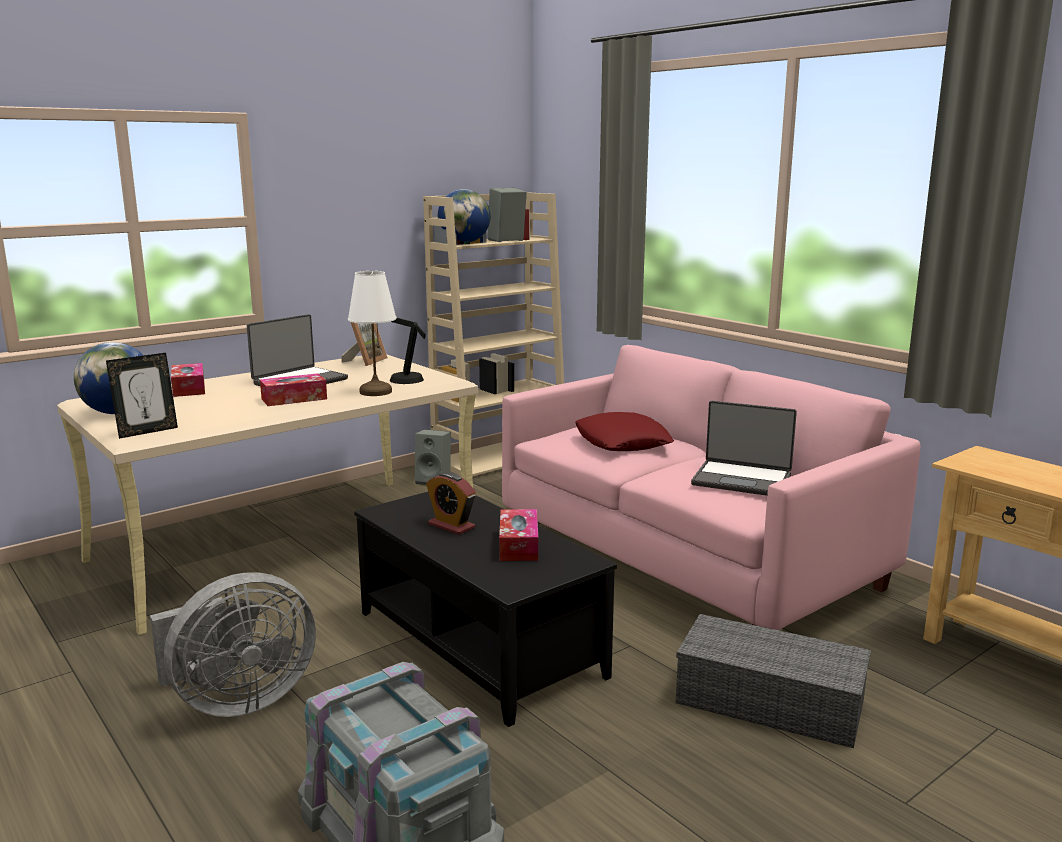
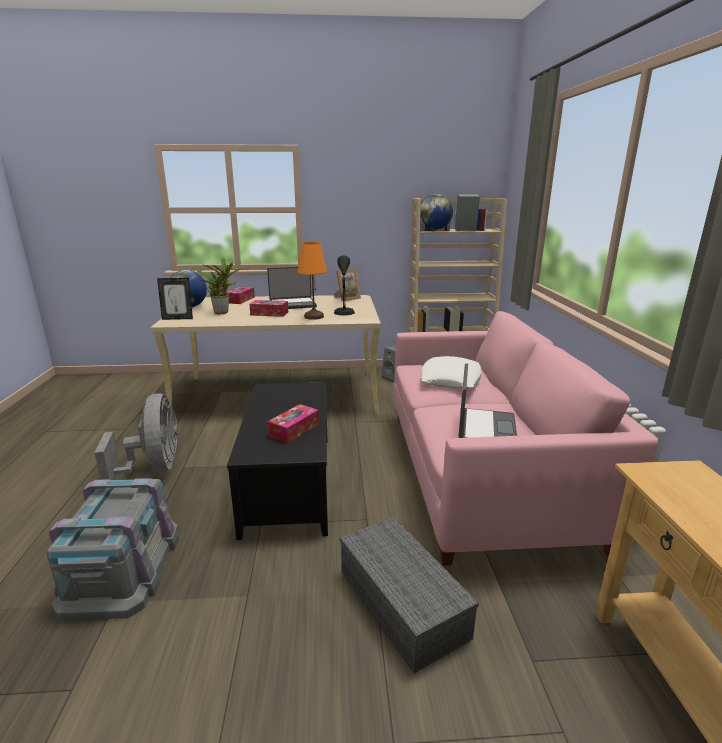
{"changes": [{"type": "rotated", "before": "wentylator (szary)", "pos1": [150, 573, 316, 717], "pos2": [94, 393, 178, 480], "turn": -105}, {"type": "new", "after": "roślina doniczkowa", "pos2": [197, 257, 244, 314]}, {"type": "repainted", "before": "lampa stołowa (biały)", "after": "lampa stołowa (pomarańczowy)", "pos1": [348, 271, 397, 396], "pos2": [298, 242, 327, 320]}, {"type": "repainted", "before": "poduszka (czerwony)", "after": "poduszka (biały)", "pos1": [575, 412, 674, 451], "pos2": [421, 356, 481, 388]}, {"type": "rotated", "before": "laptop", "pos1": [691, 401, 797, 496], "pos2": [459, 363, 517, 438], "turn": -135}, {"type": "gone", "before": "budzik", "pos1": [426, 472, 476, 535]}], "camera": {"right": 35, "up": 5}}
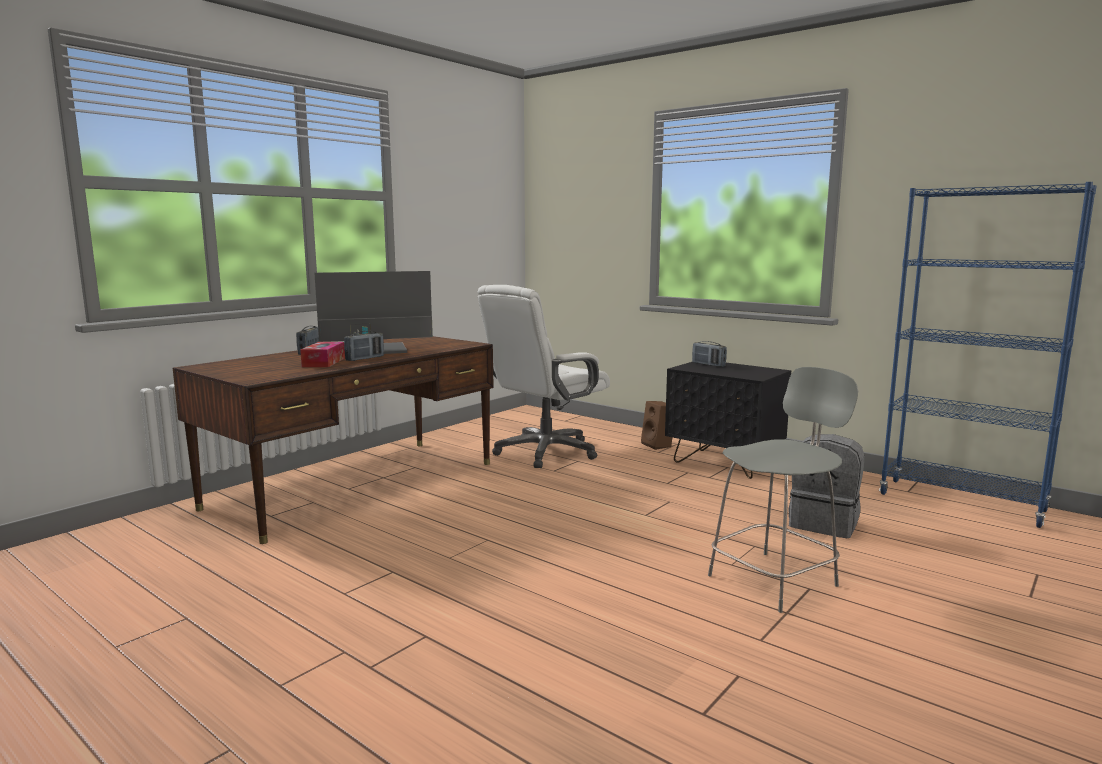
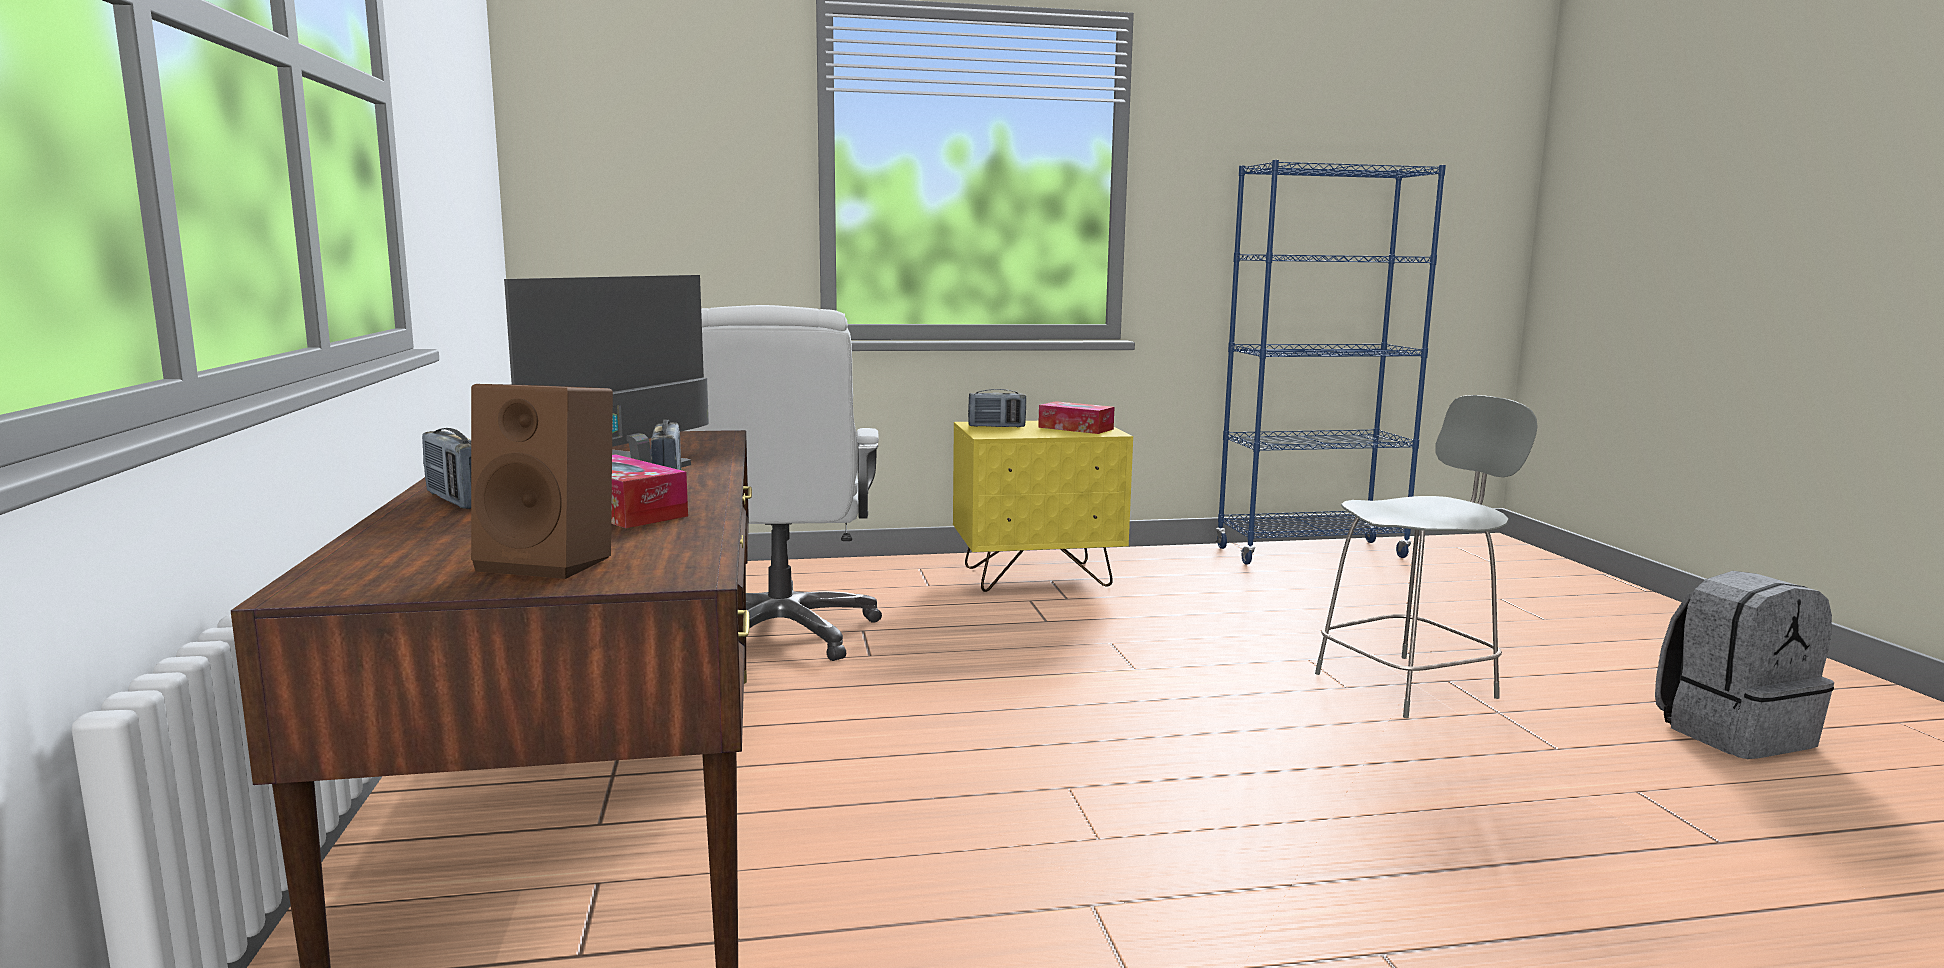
{"changes": [{"type": "shifted", "before": "głośnik (brązowy)", "pos1": [641, 401, 673, 450], "pos2": [471, 384, 613, 579]}, {"type": "repainted", "before": "szafka nocna (czarny)", "after": "szafka nocna (żółty)", "pos1": [665, 362, 791, 479], "pos2": [953, 421, 1133, 592]}, {"type": "new", "after": "pudełko chusteczek", "pos2": [1038, 401, 1114, 434]}, {"type": "rotated", "before": "krzesło (szary)", "pos1": [708, 367, 858, 613], "pos2": [1315, 395, 1538, 718], "turn": 60}, {"type": "shifted", "before": "plecak (szary)", "pos1": [788, 434, 864, 538], "pos2": [1655, 571, 1834, 759]}], "camera": {"right": -50, "up": 0}}
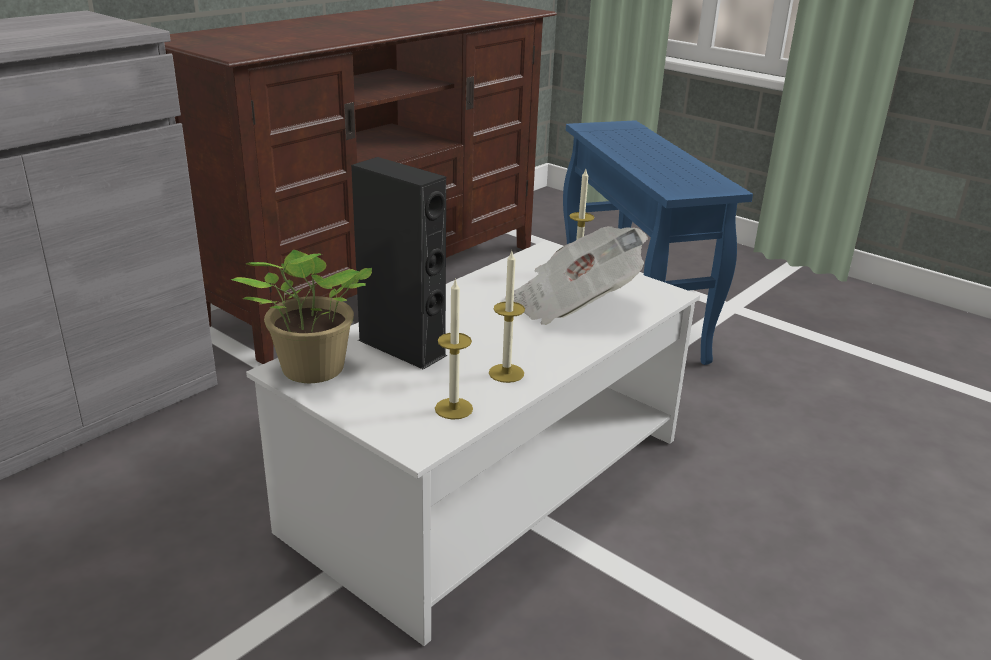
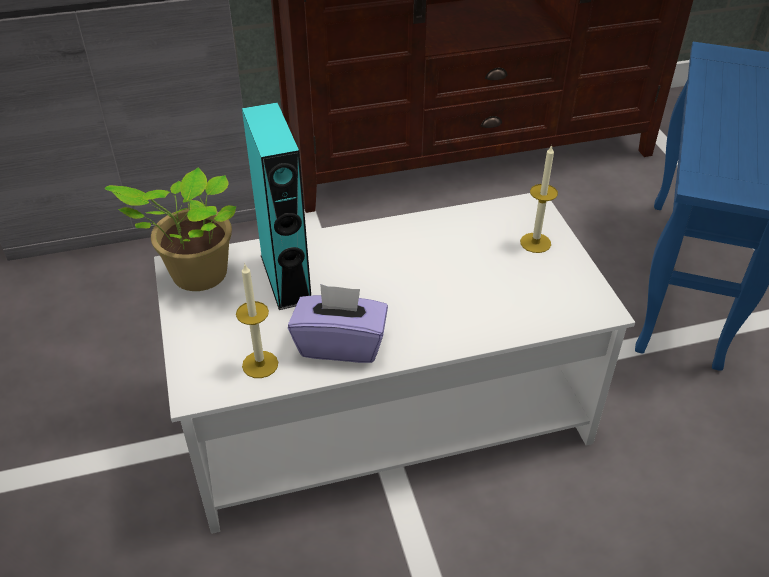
{"changes": [{"type": "repainted", "before": "głośnik (czarny)", "after": "głośnik (turkusowy)", "pos1": [351, 157, 447, 370], "pos2": [242, 103, 311, 310]}, {"type": "swapped", "before": "świeca", "after": "pudełko chusteczek (fioletowy)", "pos1": [489, 251, 525, 383], "pos2": [288, 284, 388, 363]}, {"type": "gone", "before": "gazeta", "pos1": [504, 226, 648, 325]}], "camera": {"right": 35, "up": 15}}
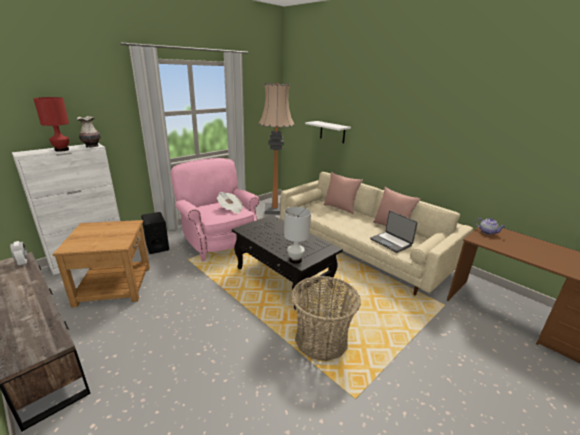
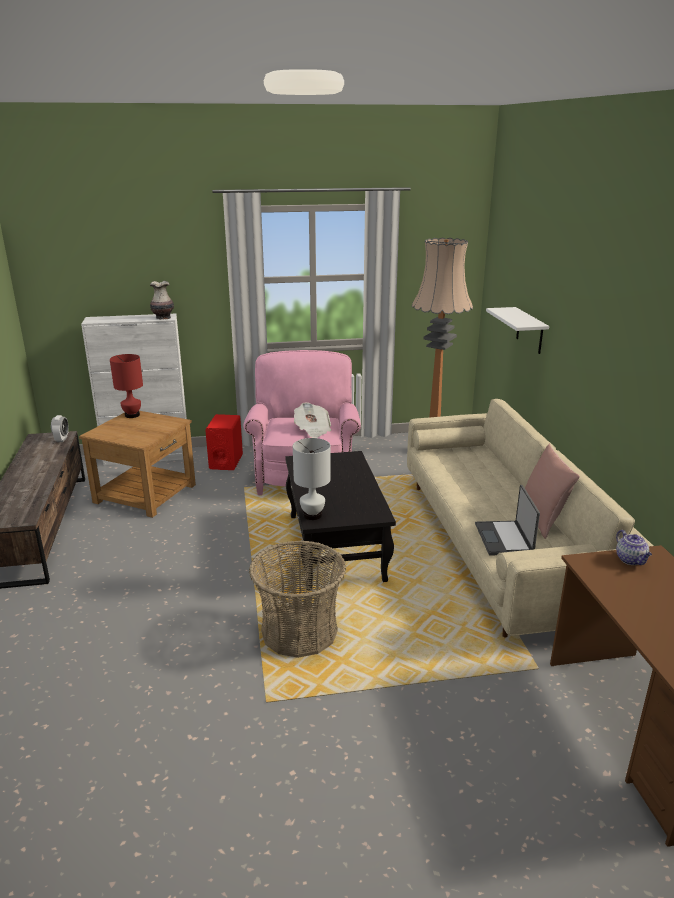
{"changes": [{"type": "shifted", "before": "lampa stołowa (czerwony)", "pos1": [33, 97, 69, 152], "pos2": [110, 354, 143, 418]}, {"type": "repainted", "before": "głośnik (czarny)", "after": "głośnik (czerwony)", "pos1": [141, 212, 169, 254], "pos2": [205, 414, 243, 470]}, {"type": "gone", "before": "poduszka (różowy)", "pos1": [323, 172, 363, 214]}], "camera": {"right": 35, "up": 0}}
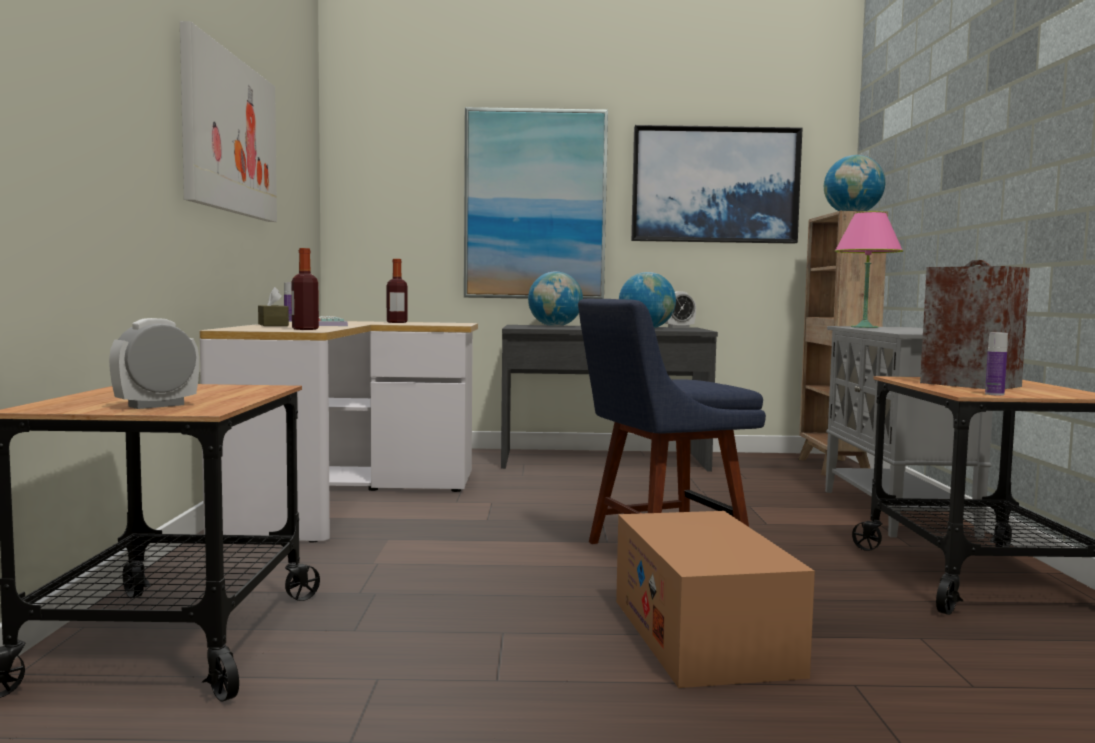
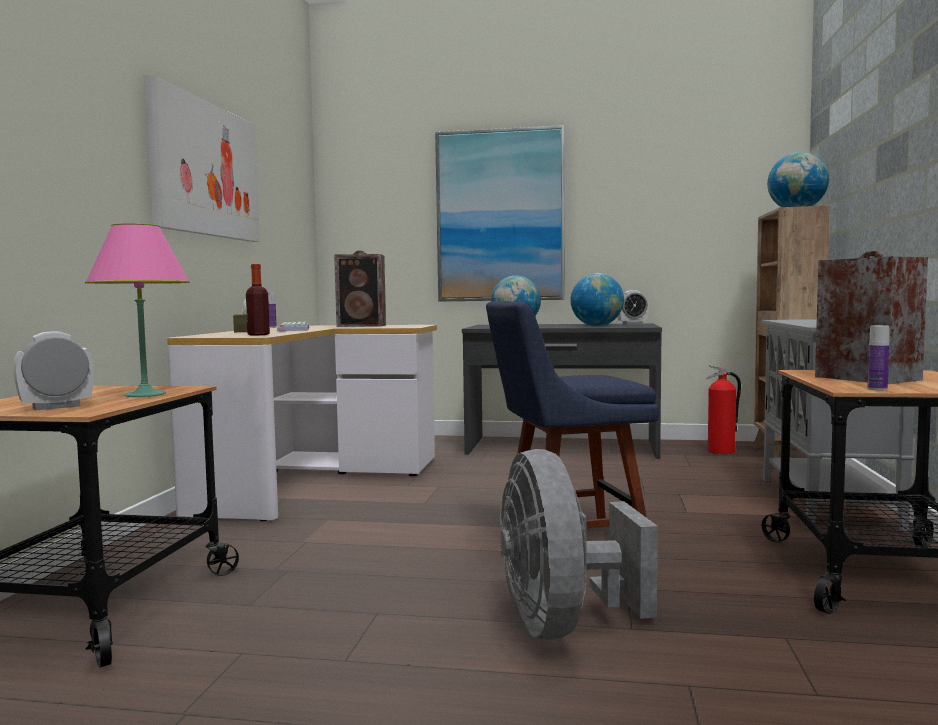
{"changes": [{"type": "shifted", "before": "lampa stołowa (różowy)", "pos1": [834, 211, 903, 328], "pos2": [85, 223, 190, 397]}, {"type": "swapped", "before": "butelka", "after": "głośnik", "pos1": [387, 259, 407, 323], "pos2": [334, 251, 386, 327]}, {"type": "swapped", "before": "karton", "after": "wentylator (szary)", "pos1": [616, 511, 815, 688], "pos2": [500, 449, 658, 640]}, {"type": "new", "after": "gaśnica", "pos2": [706, 365, 741, 454]}, {"type": "gone", "before": "obraz", "pos1": [631, 125, 803, 244]}], "camera": {"right": 10, "up": 0}}
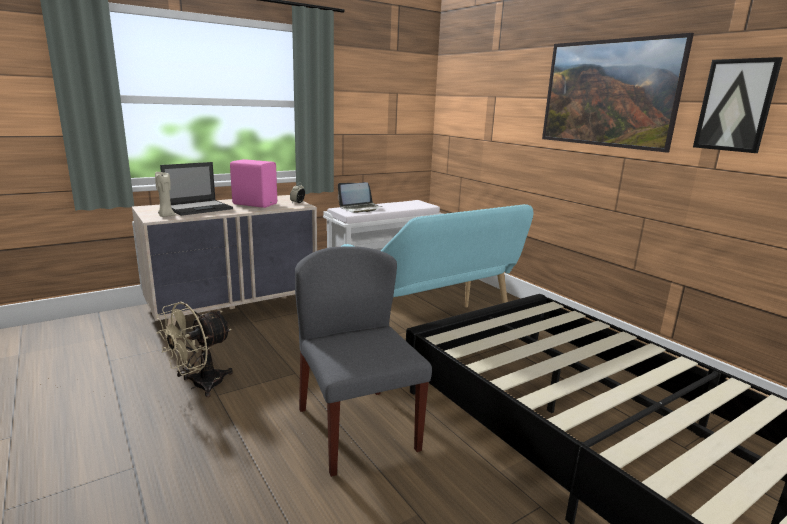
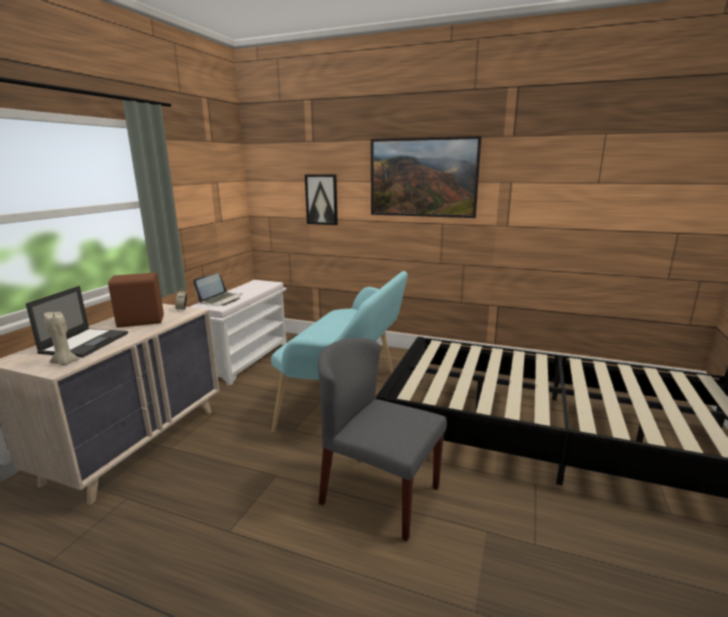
{"changes": [{"type": "repainted", "before": "głośnik (różowy)", "after": "głośnik (brązowy)", "pos1": [230, 159, 277, 208], "pos2": [108, 272, 164, 328]}, {"type": "shifted", "before": "obraz", "pos1": [693, 57, 783, 153], "pos2": [305, 174, 338, 225]}, {"type": "gone", "before": "wentylator (beżowy)", "pos1": [156, 302, 233, 397]}], "camera": {"right": -35, "up": 0}}
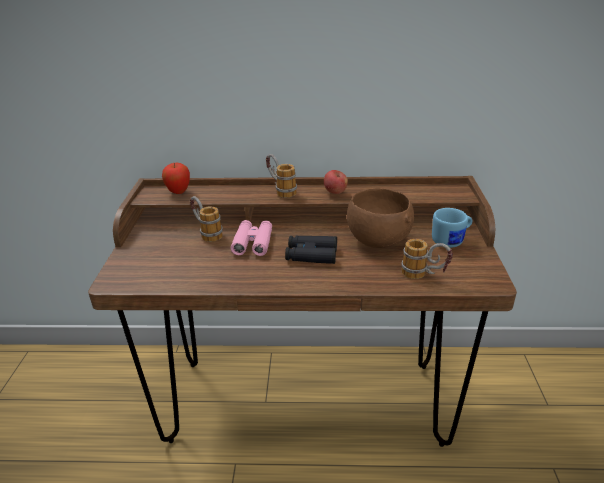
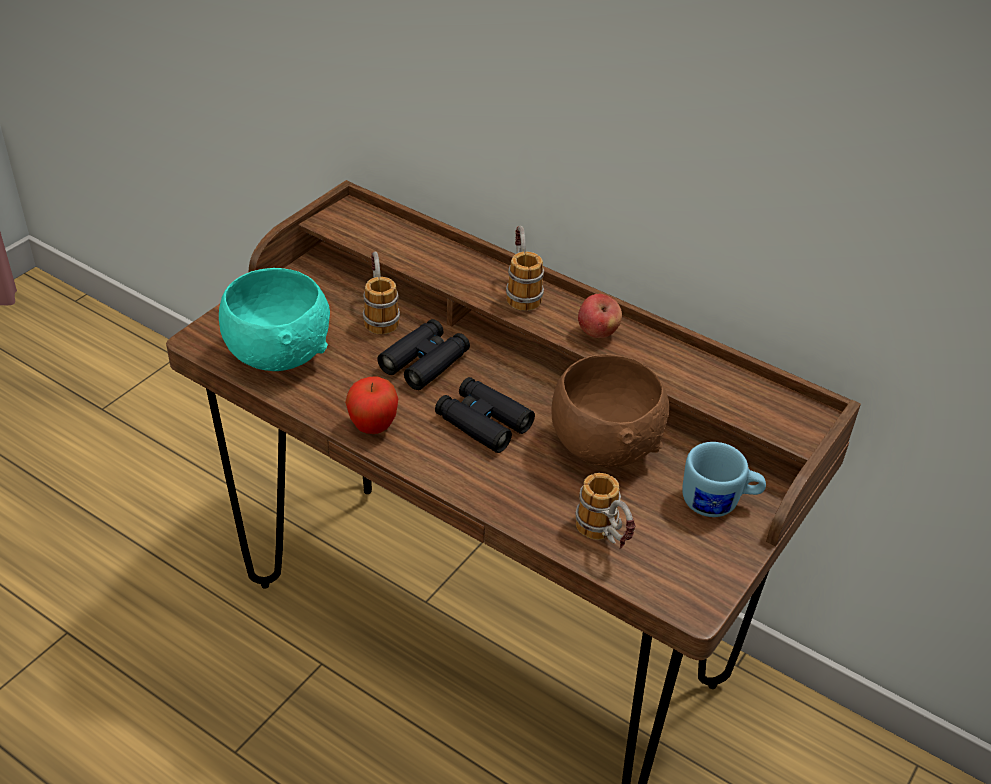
{"changes": [{"type": "new", "after": "miska (turkusowy)", "pos2": [219, 268, 330, 371]}, {"type": "shifted", "before": "jabłko", "pos1": [162, 163, 190, 194], "pos2": [345, 376, 398, 434]}, {"type": "repainted", "before": "lornetka (różowy)", "after": "lornetka (czarny)", "pos1": [231, 220, 272, 256], "pos2": [377, 319, 470, 390]}], "camera": {"right": 30, "up": 10}}
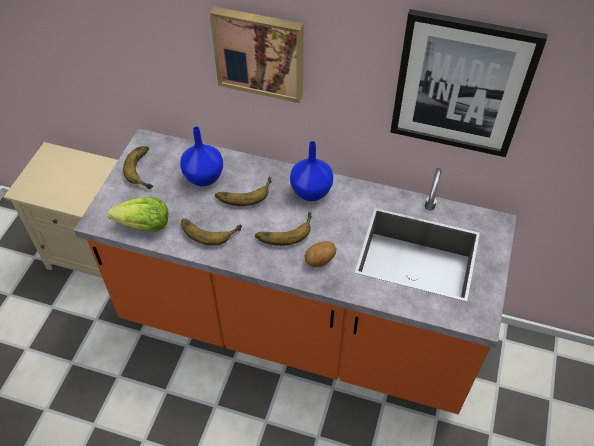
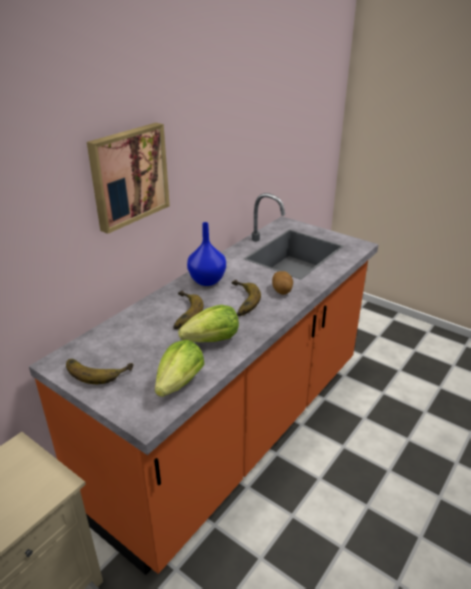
{"changes": [{"type": "swapped", "before": "banan", "after": "sałata", "pos1": [181, 218, 242, 245], "pos2": [178, 305, 239, 342]}, {"type": "gone", "before": "wazon (niebieski)", "pos1": [180, 127, 223, 186]}, {"type": "gone", "before": "obraz", "pos1": [390, 9, 548, 157]}], "camera": {"right": -70, "up": -20}}
